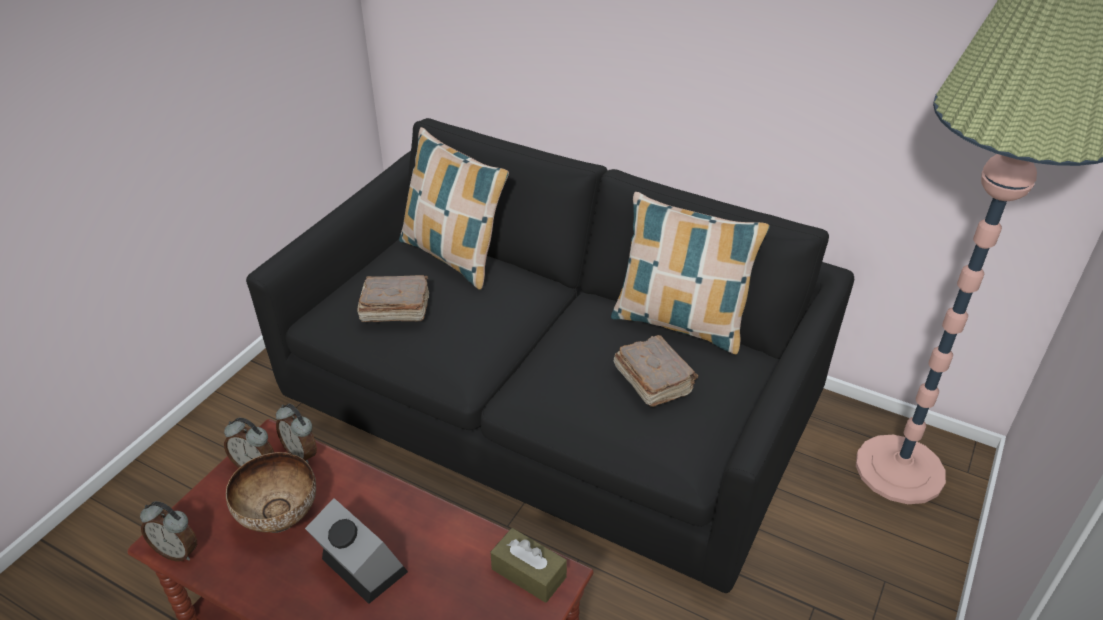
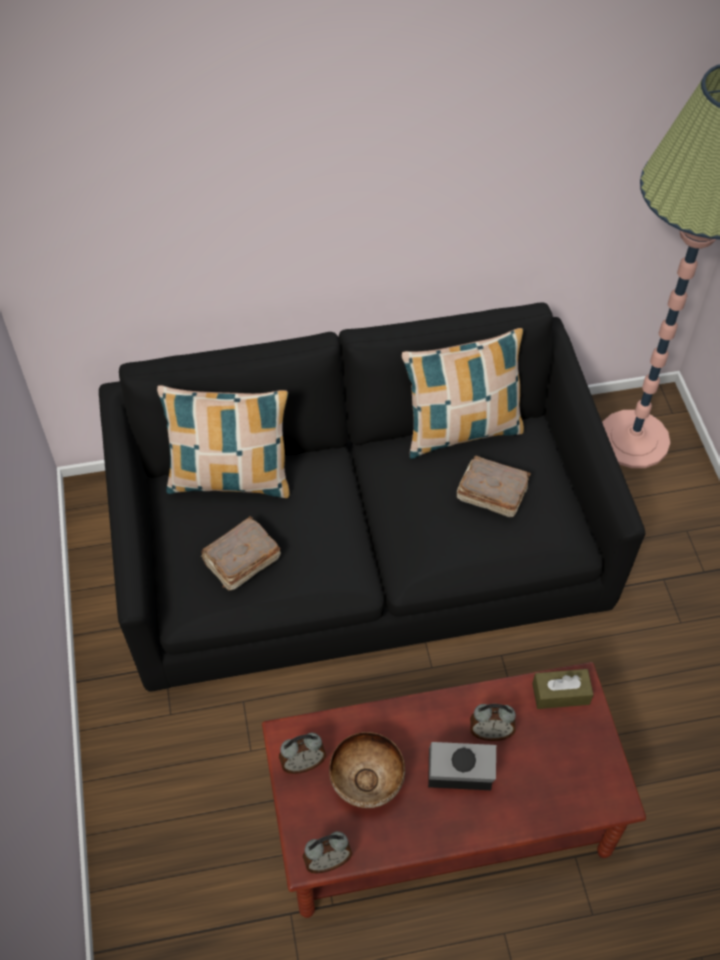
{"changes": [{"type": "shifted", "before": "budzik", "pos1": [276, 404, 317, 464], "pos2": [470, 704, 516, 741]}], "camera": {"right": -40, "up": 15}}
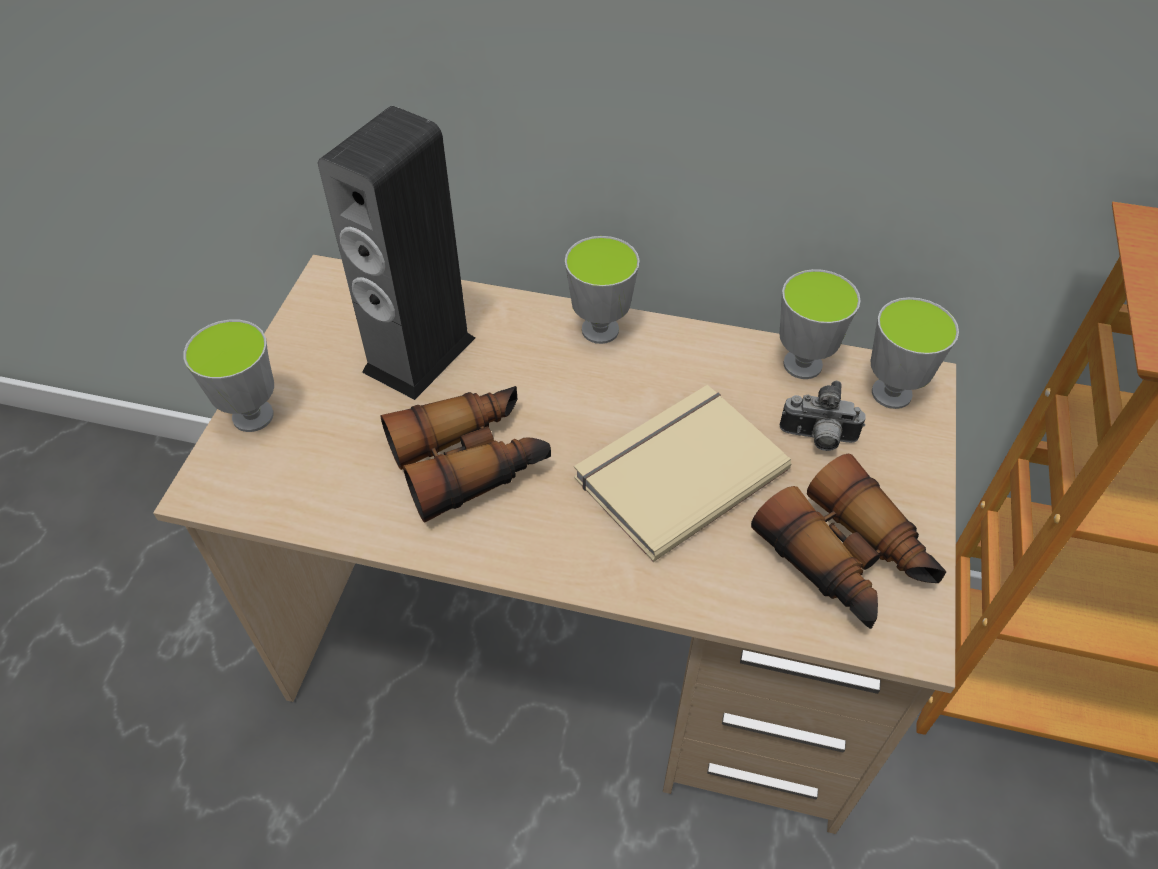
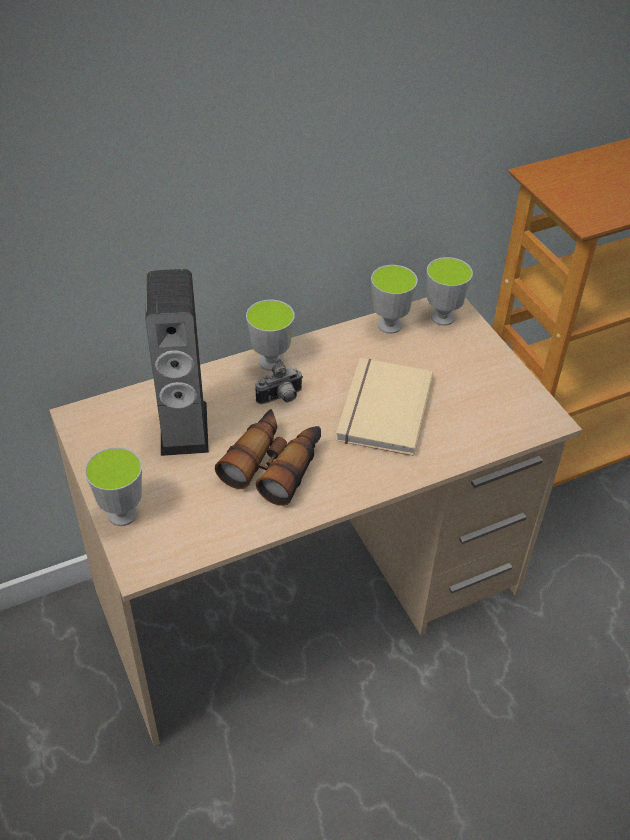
{"changes": [{"type": "shifted", "before": "aparat fotograficzny", "pos1": [780, 381, 866, 451], "pos2": [255, 359, 303, 404]}, {"type": "gone", "before": "lornetka", "pos1": [751, 453, 946, 629]}], "camera": {"right": -40, "up": -5}}
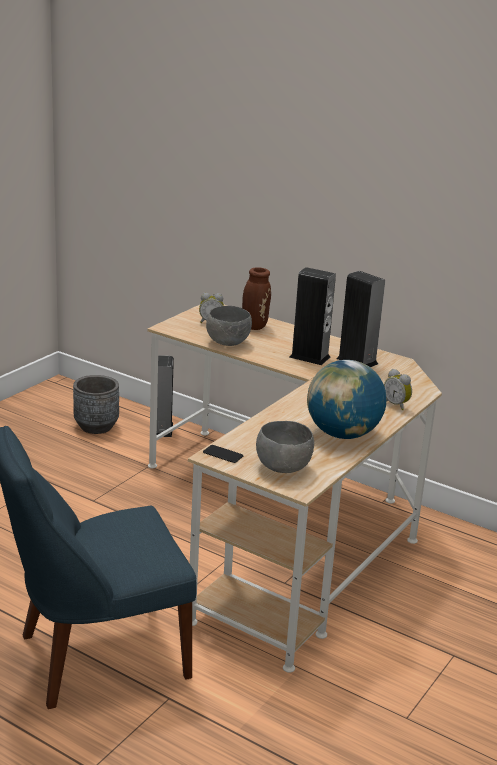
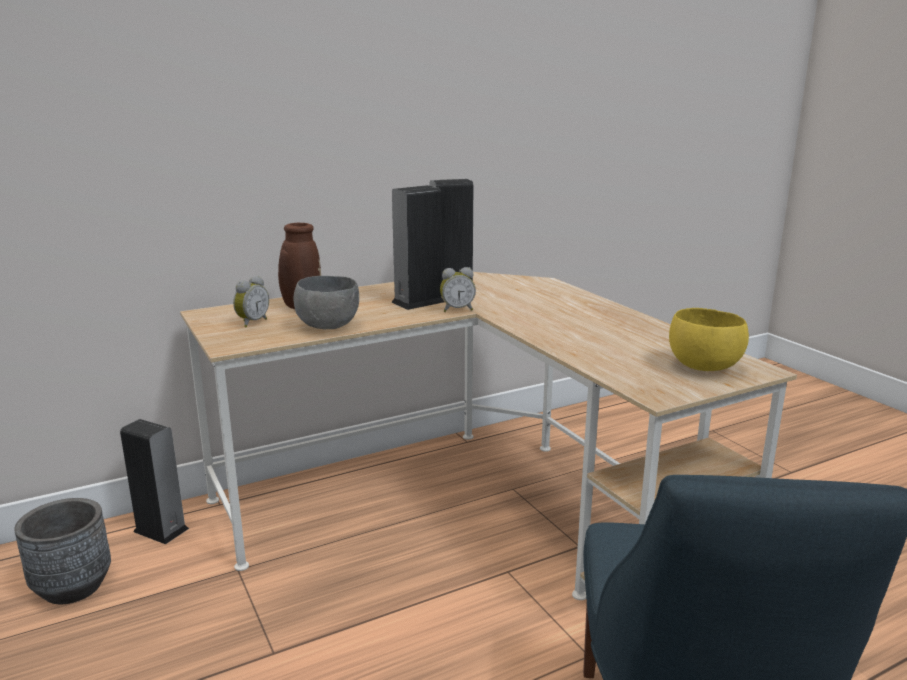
{"changes": [{"type": "shifted", "before": "budzik", "pos1": [384, 369, 412, 410], "pos2": [440, 267, 476, 312]}, {"type": "repainted", "before": "miska (szary)", "after": "miska (żółty)", "pos1": [256, 421, 314, 473], "pos2": [669, 308, 749, 371]}, {"type": "gone", "before": "telefon", "pos1": [203, 445, 243, 463]}, {"type": "gone", "before": "globus", "pos1": [307, 360, 386, 439]}], "camera": {"right": -60, "up": -5}}
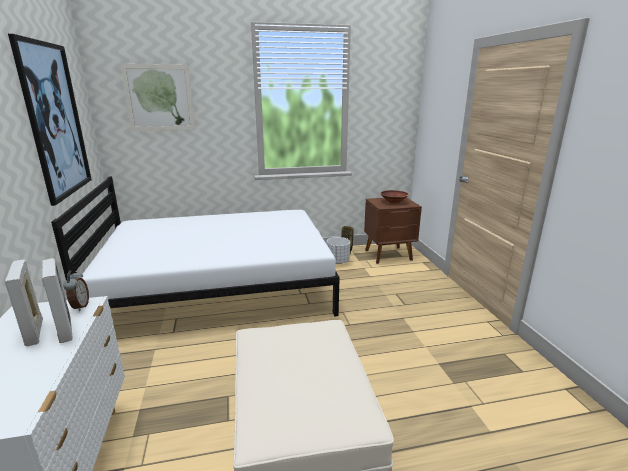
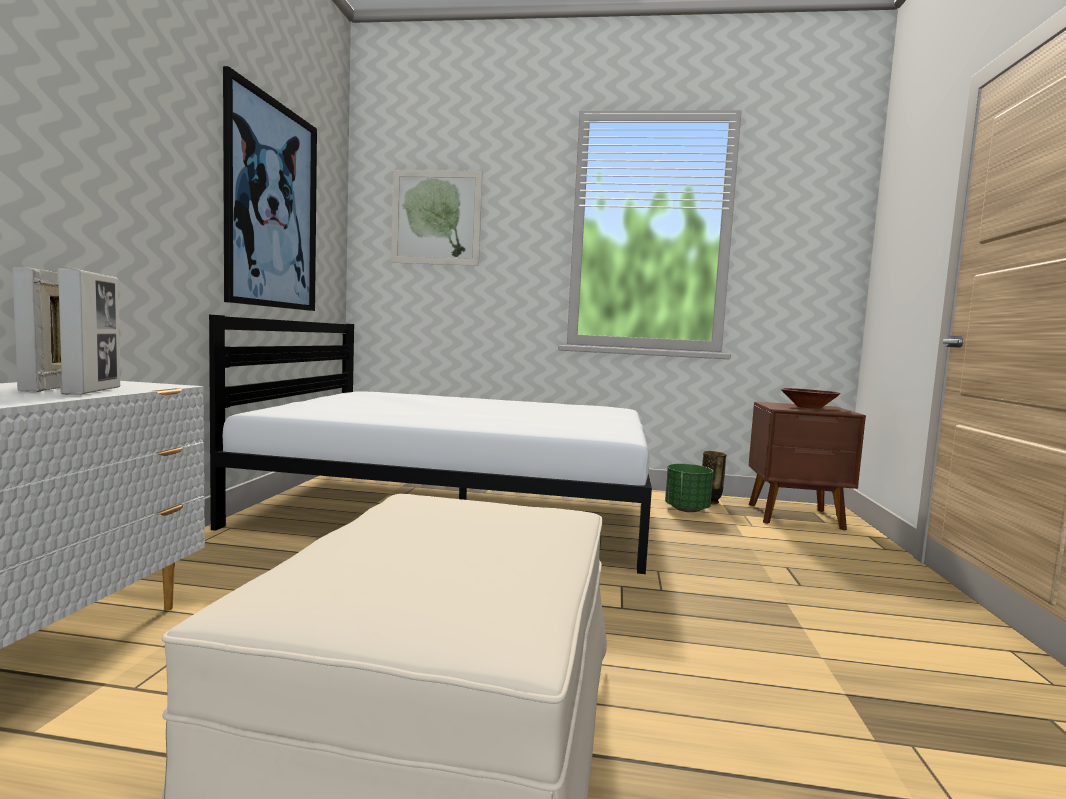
{"changes": [{"type": "repainted", "before": "donica (biały)", "after": "donica (zielony)", "pos1": [327, 237, 350, 264], "pos2": [665, 464, 713, 512]}, {"type": "gone", "before": "budzik", "pos1": [63, 270, 89, 311]}], "camera": {"right": 20, "up": -15}}
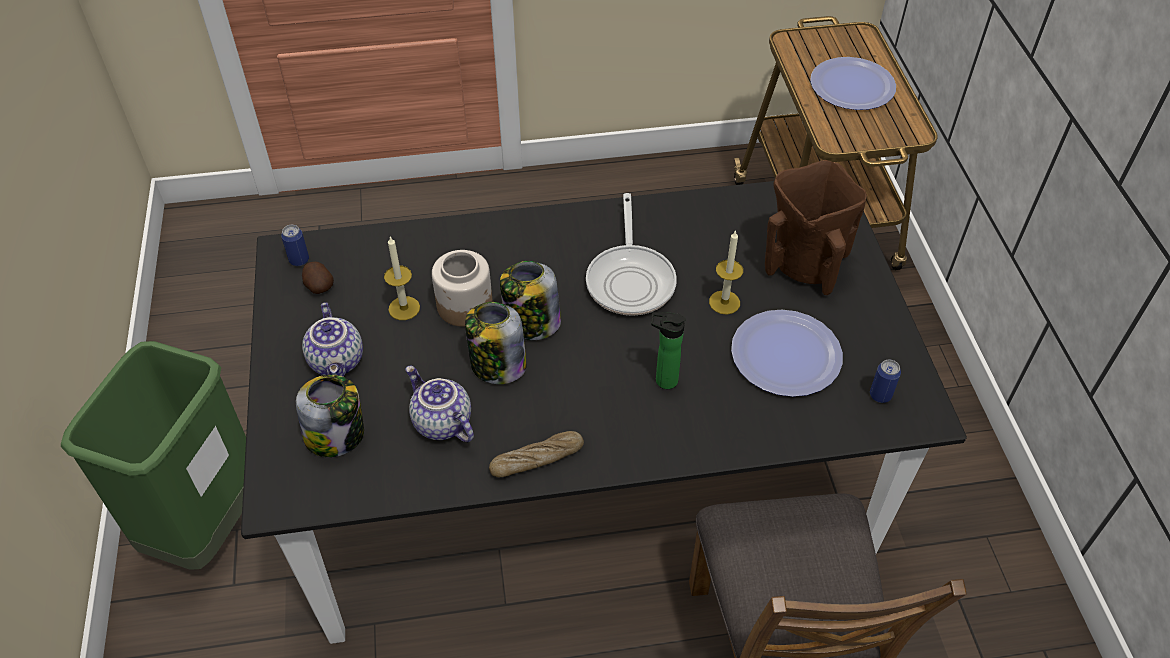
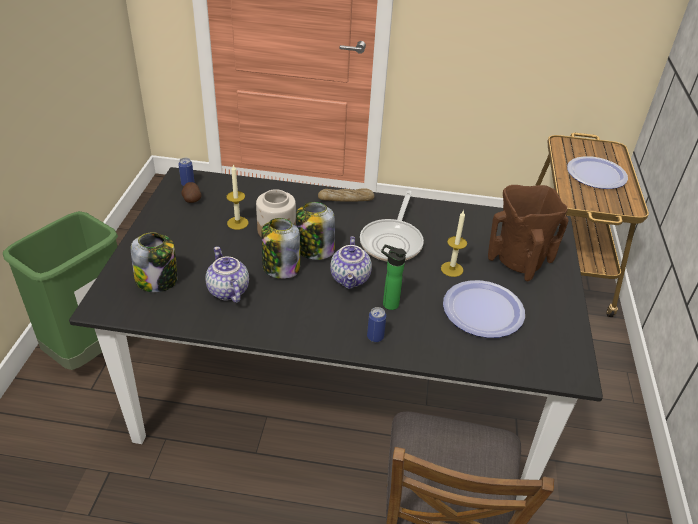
{"changes": [{"type": "shifted", "before": "chleb", "pos1": [489, 431, 584, 477], "pos2": [318, 188, 374, 201]}, {"type": "shifted", "before": "imbryk", "pos1": [302, 302, 363, 377], "pos2": [330, 236, 372, 289]}, {"type": "shifted", "before": "puszka", "pos1": [870, 360, 901, 403], "pos2": [367, 307, 386, 342]}], "camera": {"right": 15, "up": -10}}
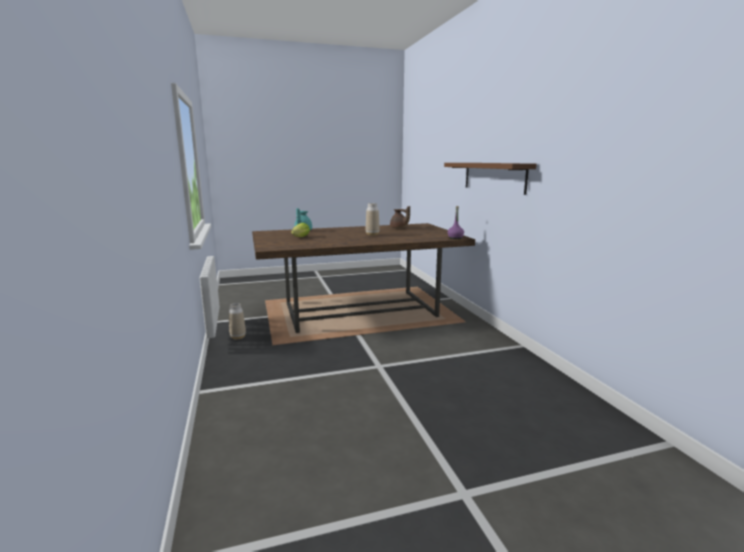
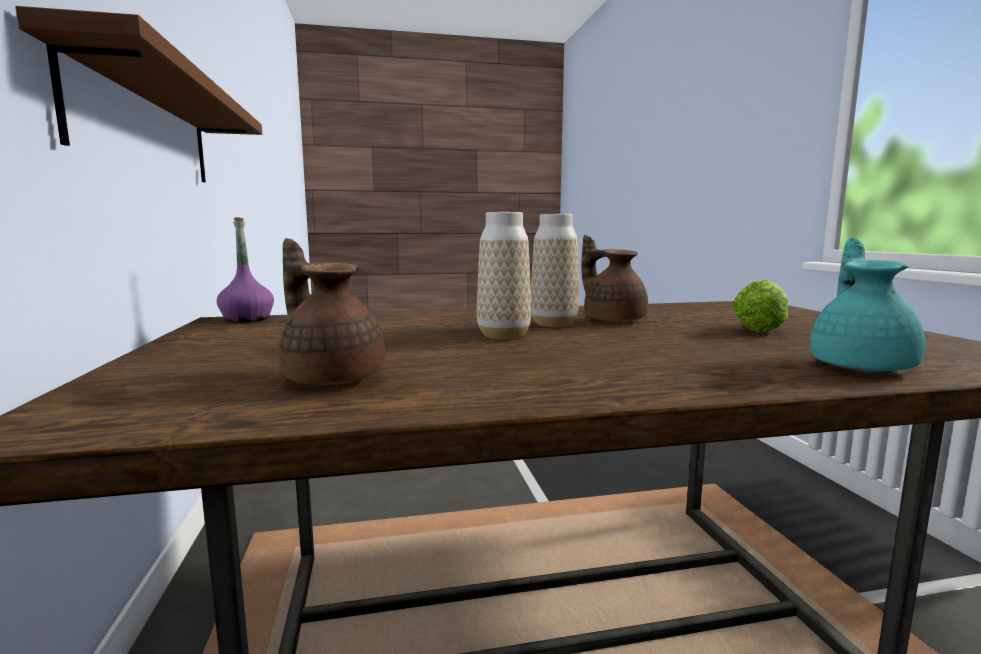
{"changes": [{"type": "shifted", "before": "wazon", "pos1": [229, 303, 246, 340], "pos2": [531, 214, 579, 327]}, {"type": "new", "after": "imbryk (brązowy)", "pos2": [582, 235, 648, 322]}], "camera": {"right": -175, "up": -5}}
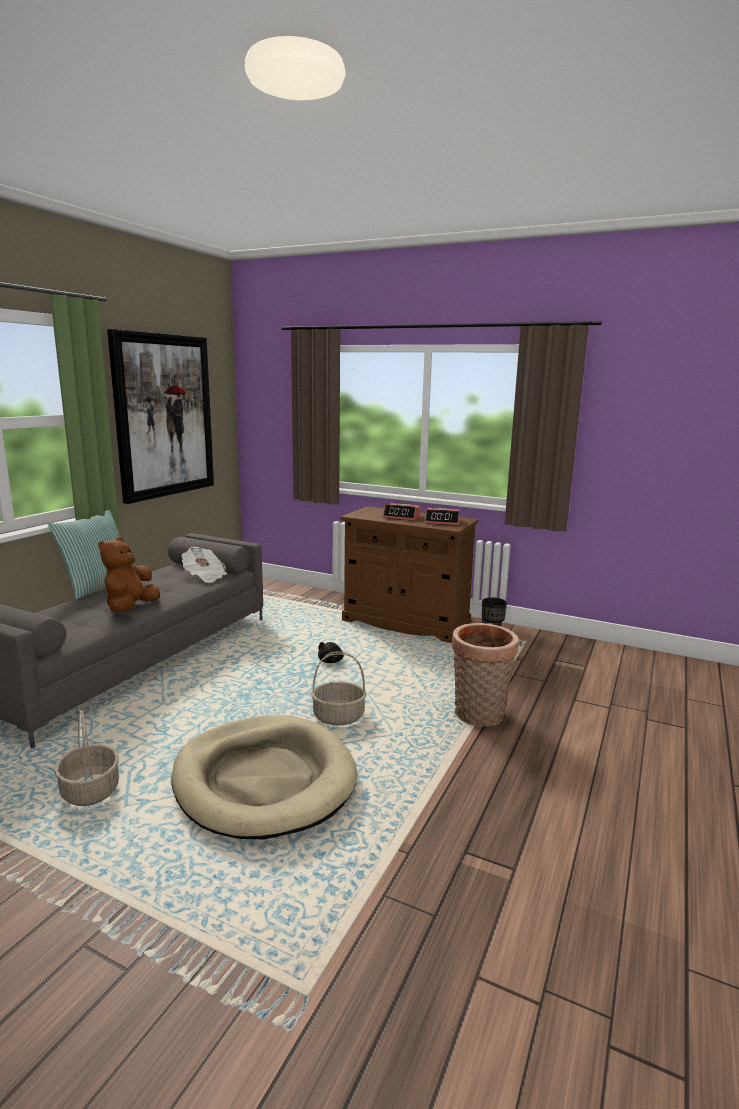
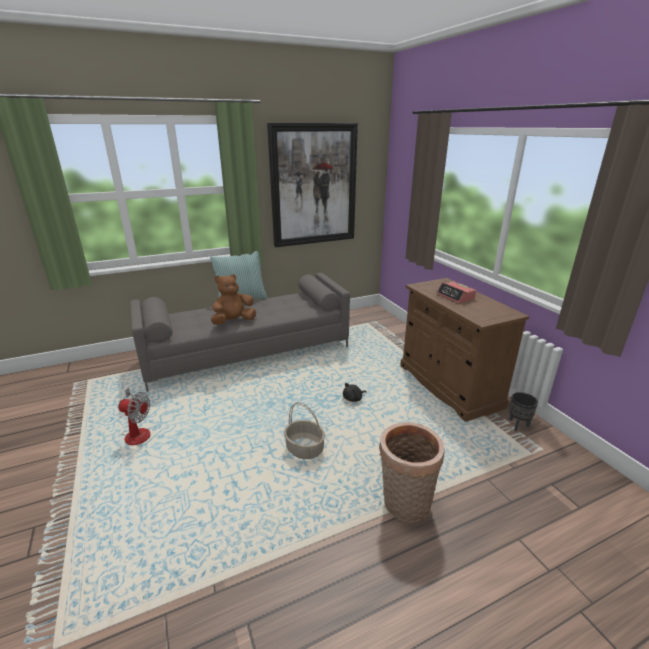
{"changes": [{"type": "swapped", "before": "koszyk", "after": "wentylator", "pos1": [54, 710, 119, 806], "pos2": [118, 388, 150, 445]}, {"type": "gone", "before": "legowisko (beżowy)", "pos1": [171, 715, 358, 839]}, {"type": "gone", "before": "gazeta", "pos1": [181, 547, 227, 583]}, {"type": "gone", "before": "budzik", "pos1": [425, 508, 460, 525]}], "camera": {"right": 40, "up": 10}}
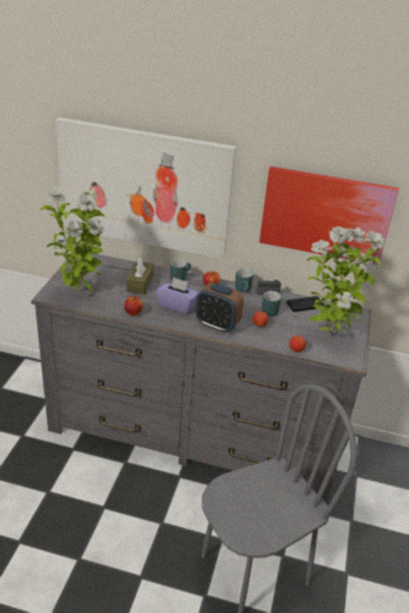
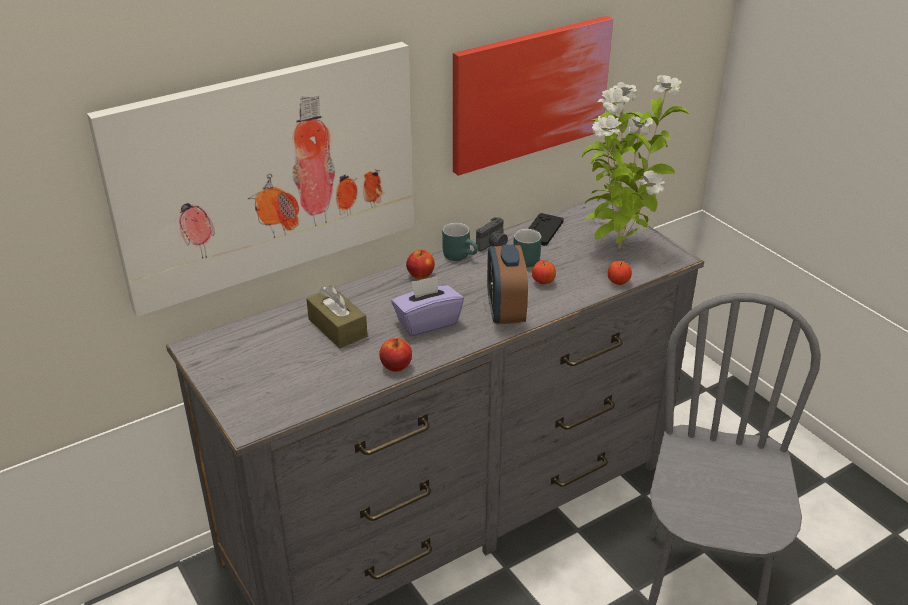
{"changes": [{"type": "rotated", "before": "budzik", "pos1": [196, 283, 244, 333], "pos2": [487, 245, 528, 324], "turn": 105}, {"type": "gone", "before": "roślina doniczkowa", "pos1": [39, 187, 105, 294]}, {"type": "gone", "before": "kubek (turkusowy)", "pos1": [170, 259, 191, 281]}], "camera": {"right": -45, "up": 0}}
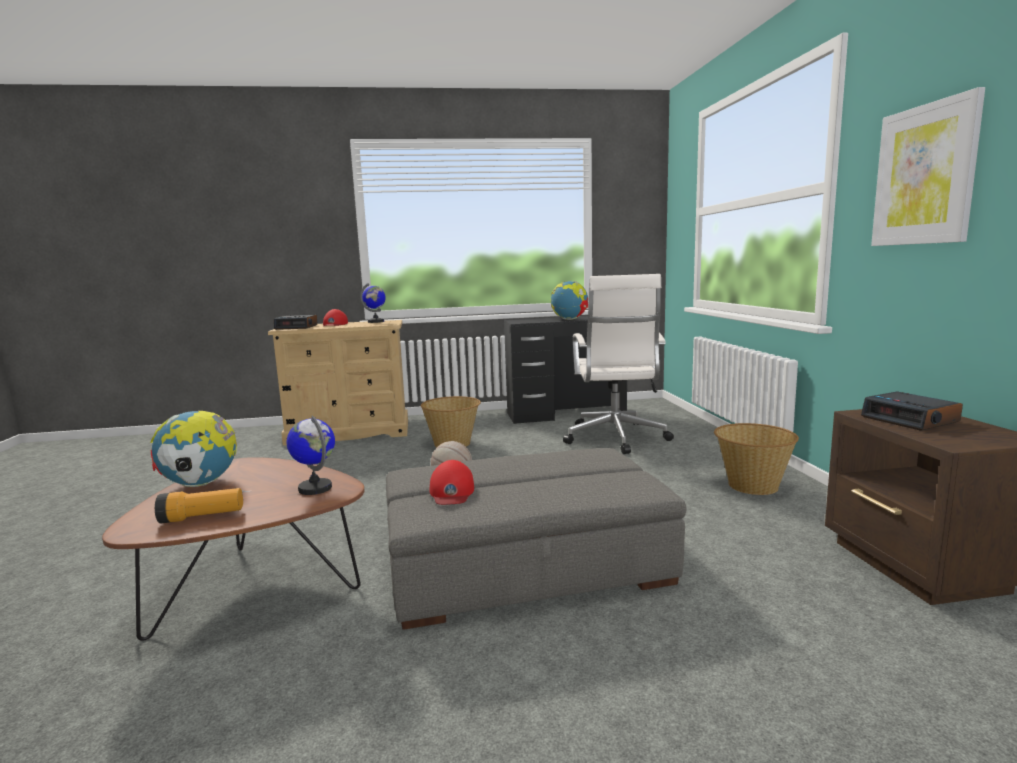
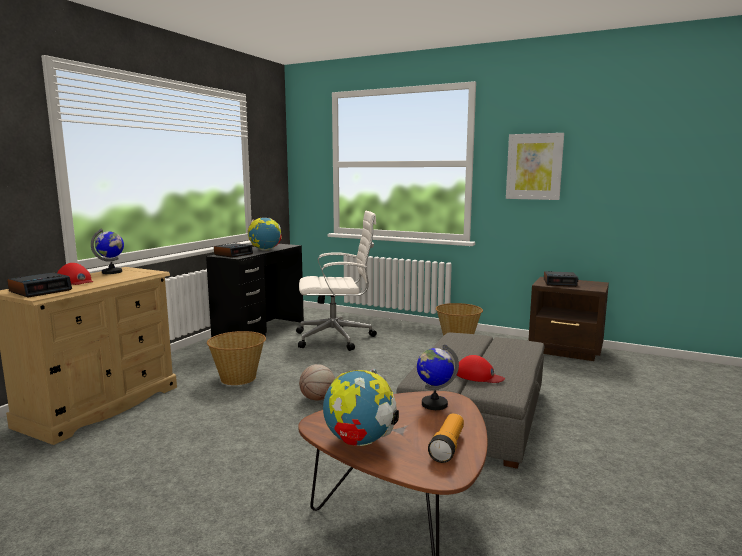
{"changes": [{"type": "new", "after": "budzik", "pos2": [214, 243, 253, 258]}, {"type": "rotated", "before": "krzesło biurowe (biały)", "pos1": [563, 274, 674, 454], "pos2": [296, 211, 377, 351], "turn": -45}], "camera": {"right": -55, "up": 0}}
